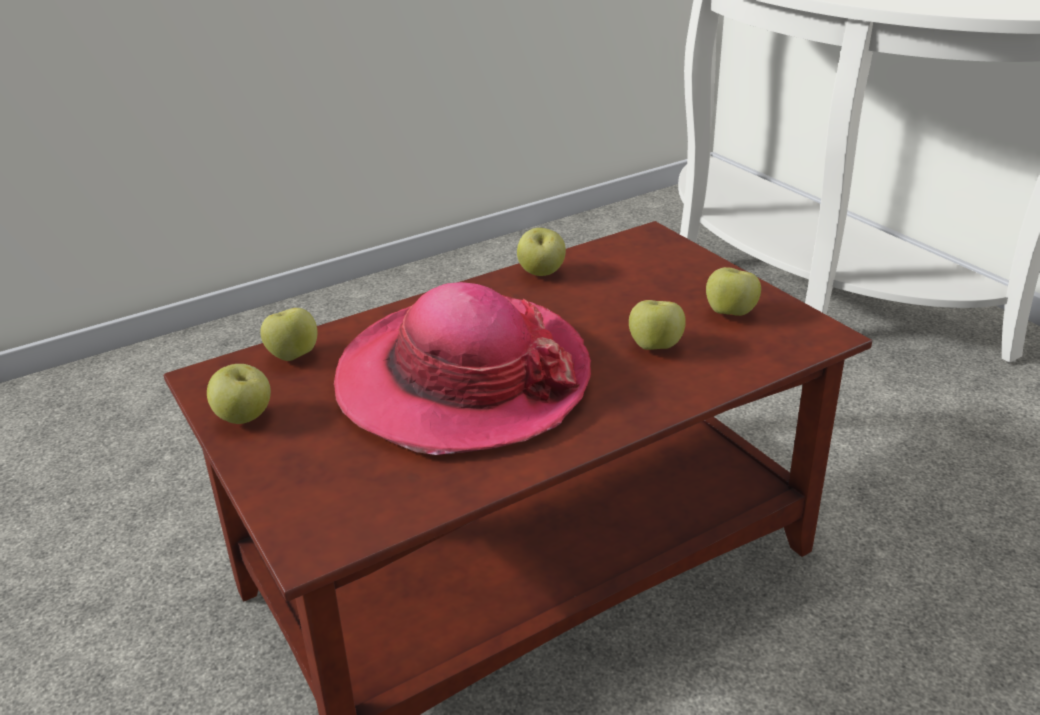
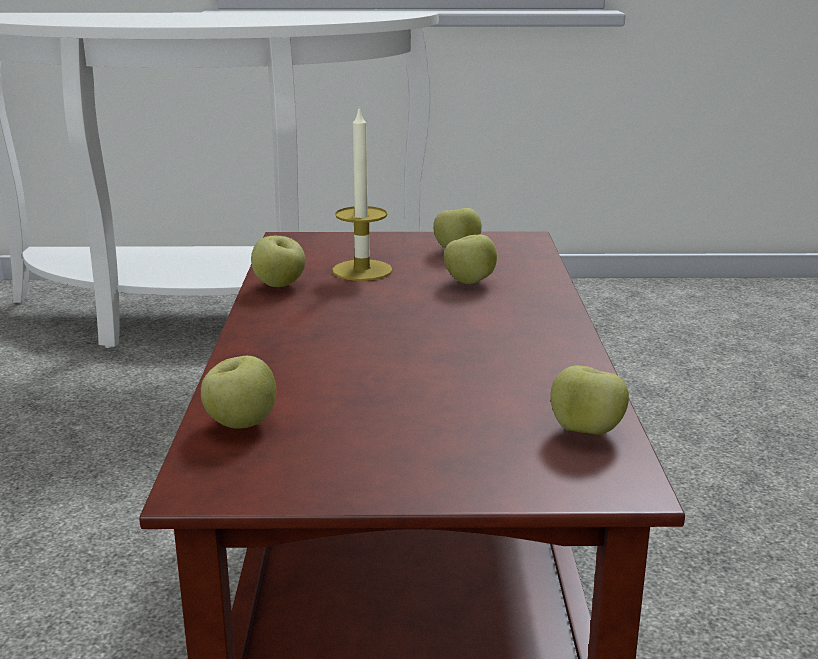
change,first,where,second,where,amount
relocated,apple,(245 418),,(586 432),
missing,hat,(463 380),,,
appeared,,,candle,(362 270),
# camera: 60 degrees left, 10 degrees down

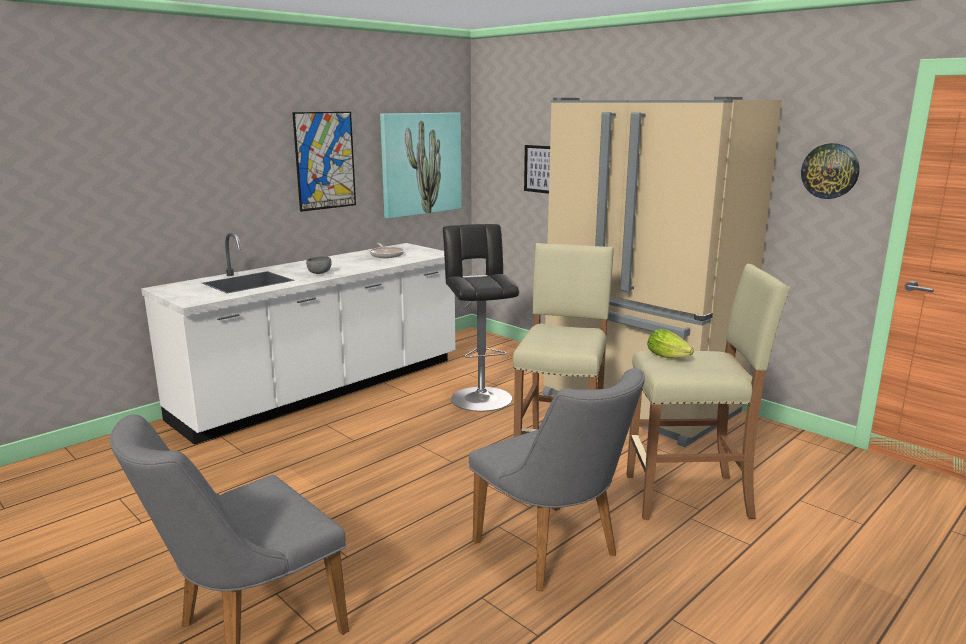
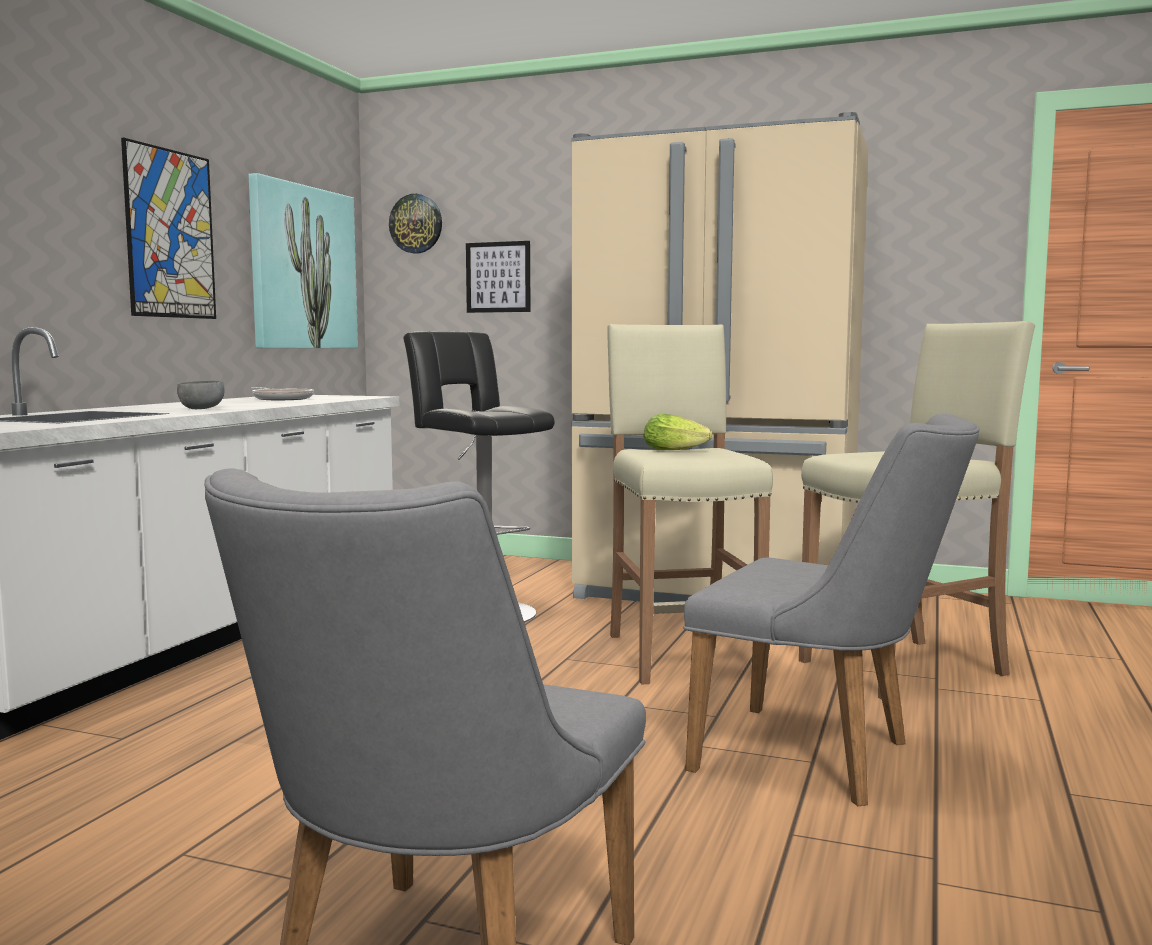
change,first,where,second,where,amount
relocated,lettuce,(670 357),,(678 450),
relocated,wall clock,(830 171),,(416 224),
# camera: 25 degrees left, 10 degrees down

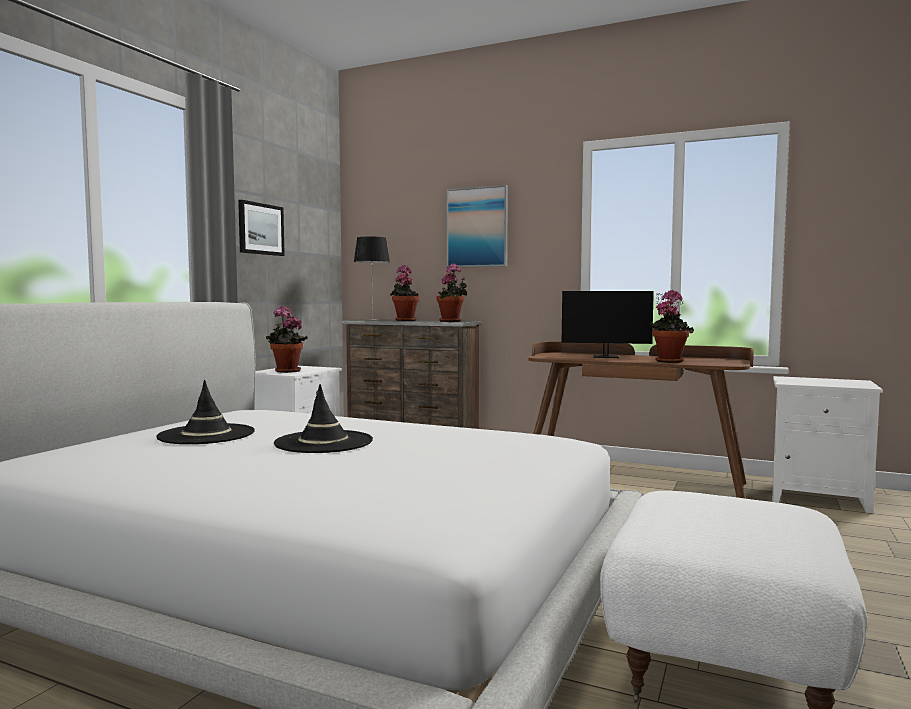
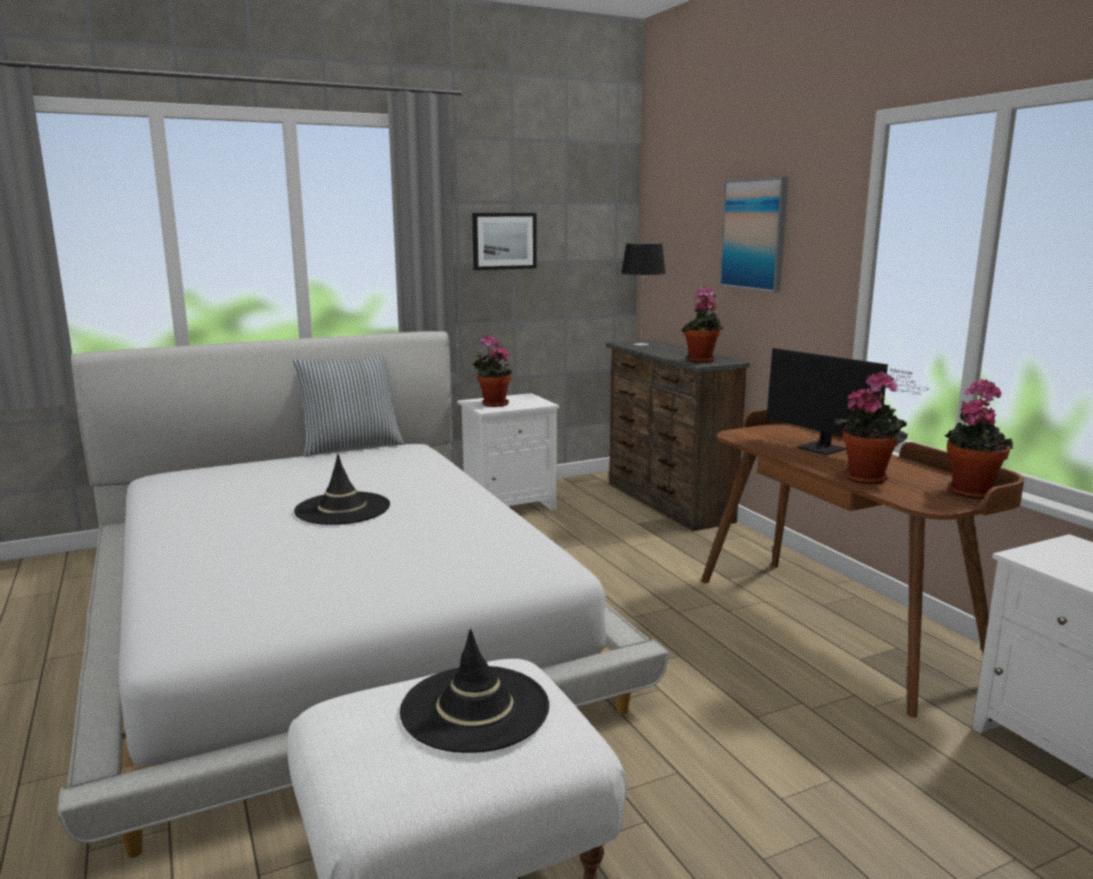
change,first,where,second,where,amount
relocated,hat/black,(206 435),,(475 709),
relocated,potted plant,(404 320),,(969 491),
appeared,,,pillow,(351 447),
# camera: 40 degrees right, 10 degrees up

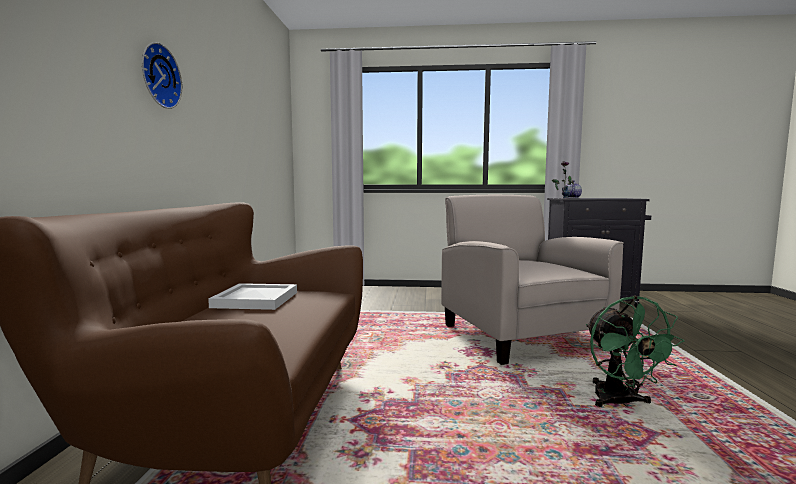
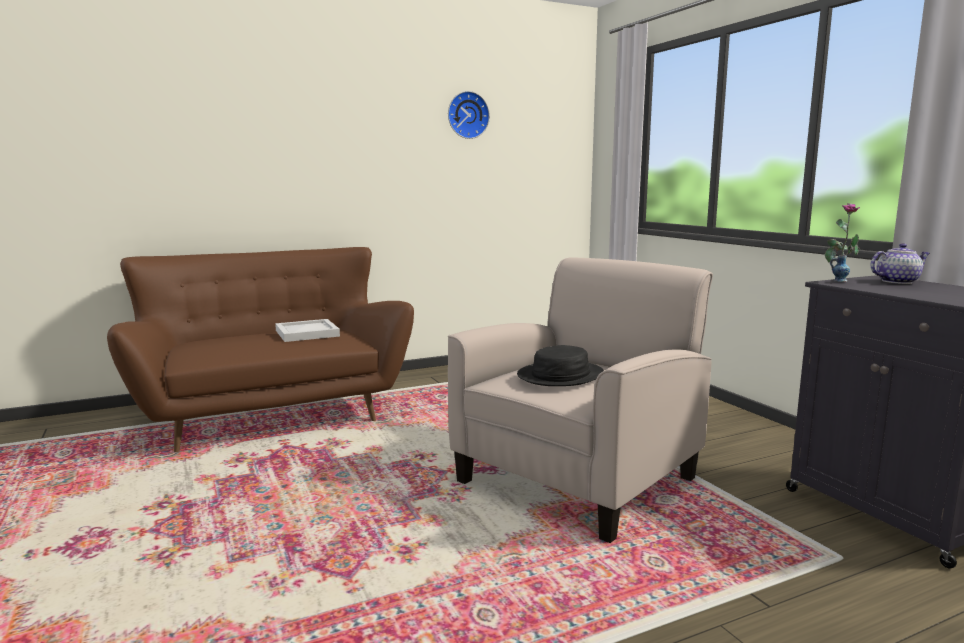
change,first,where,second,where,amount
relocated,wall clock,(158 76),,(467 115),
missing,fan/green,(620 403),,,
appeared,,,hat/black,(561 375),
# camera: 60 degrees right, 5 degrees up

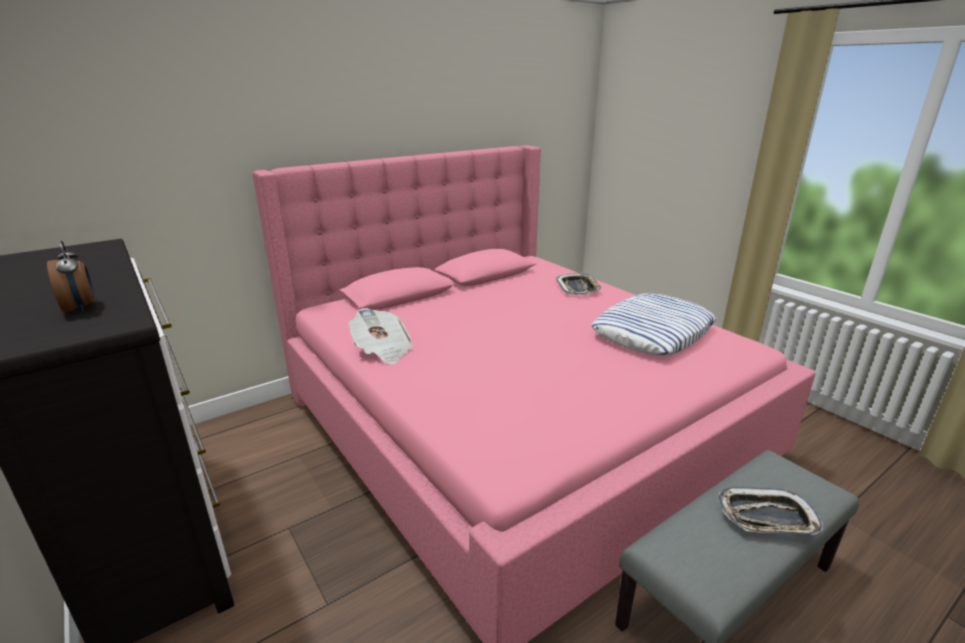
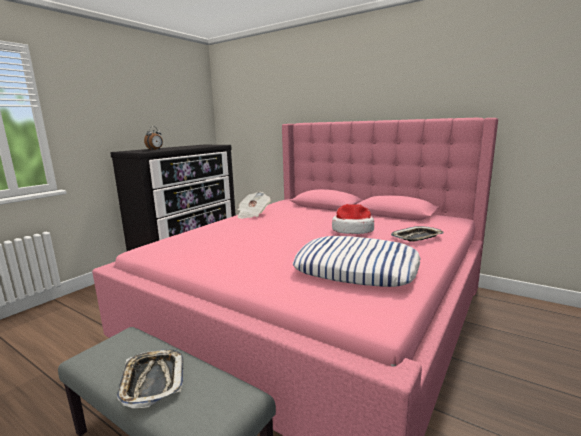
change,first,where,second,where,amount
appeared,,,hat,(352 230),
# camera: 70 degrees right, 10 degrees down

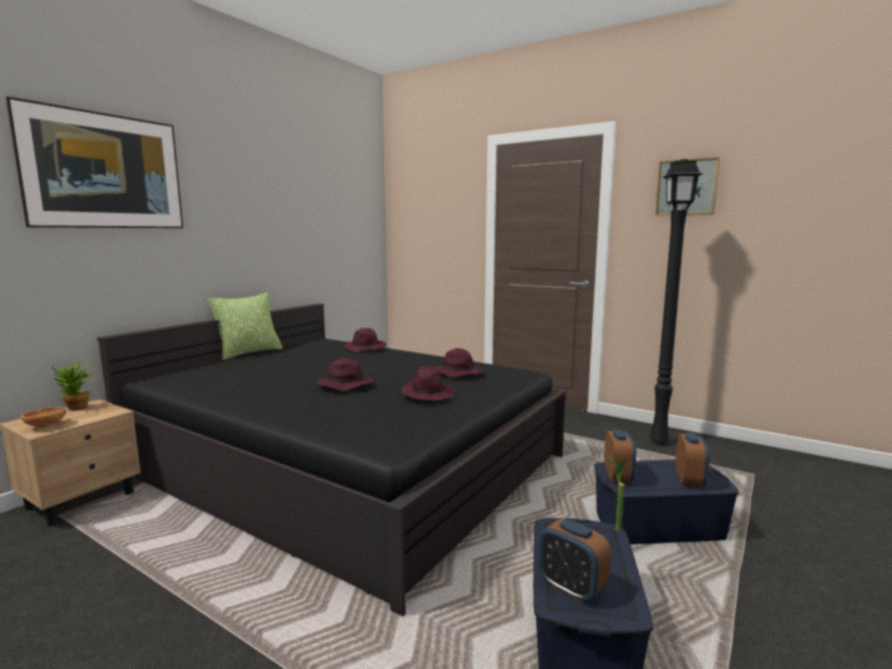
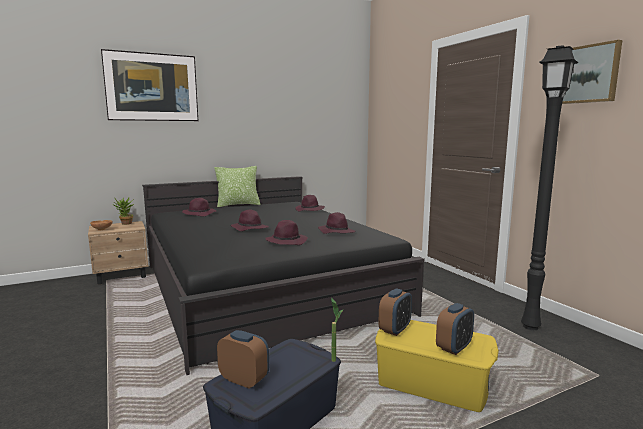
change,first,where,second,where,amount
spun,alarm clock,(571 588),,(244 380),135 degrees clockwise
colour,storage box/blue,(657 524),storage box/yellow,(432 382),
appeared,,,hat/purple,(200 213),
# camera: 30 degrees right, 0 degrees up

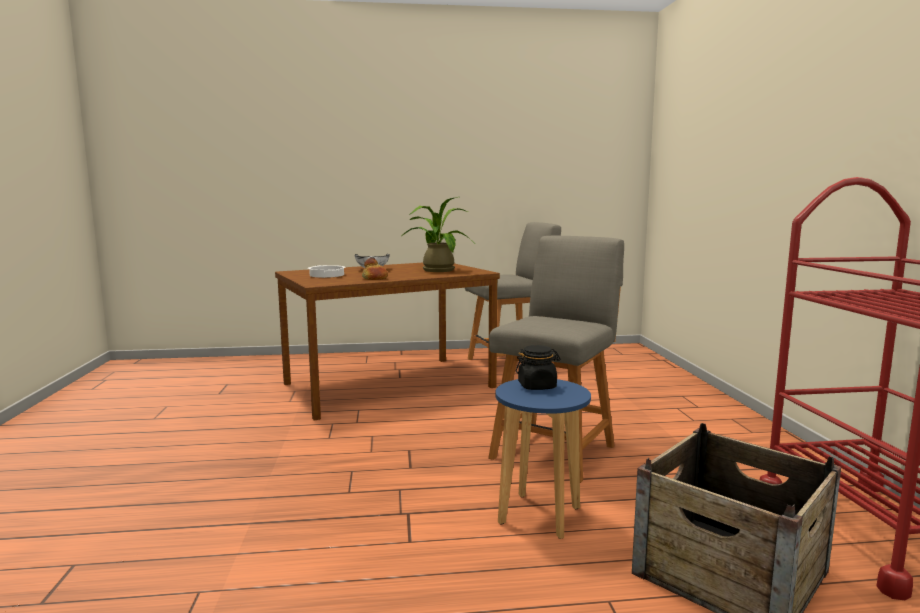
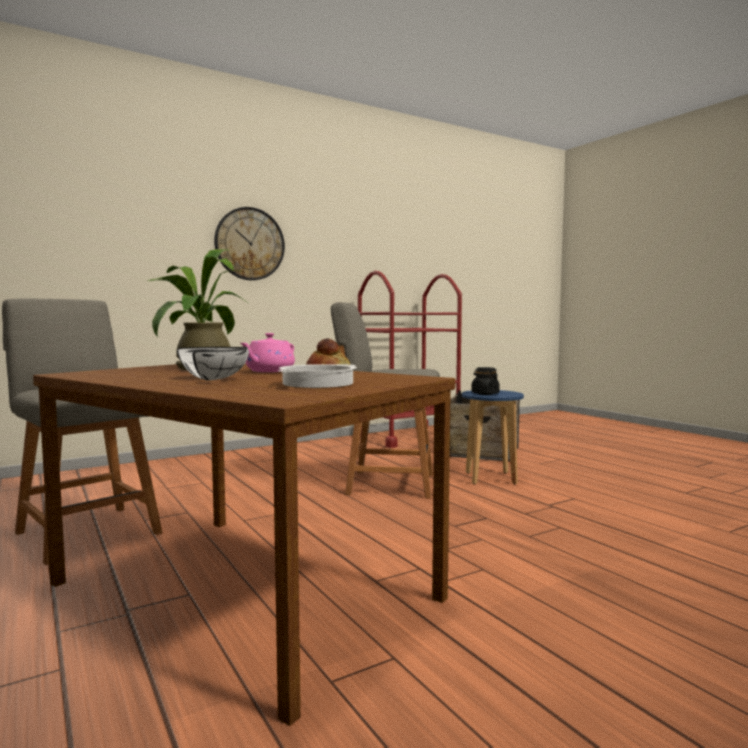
change,first,where,second,where,amount
appeared,,,wall clock,(249 244),
appeared,,,teapot/pink,(269 371),
# camera: 115 degrees left, 5 degrees down

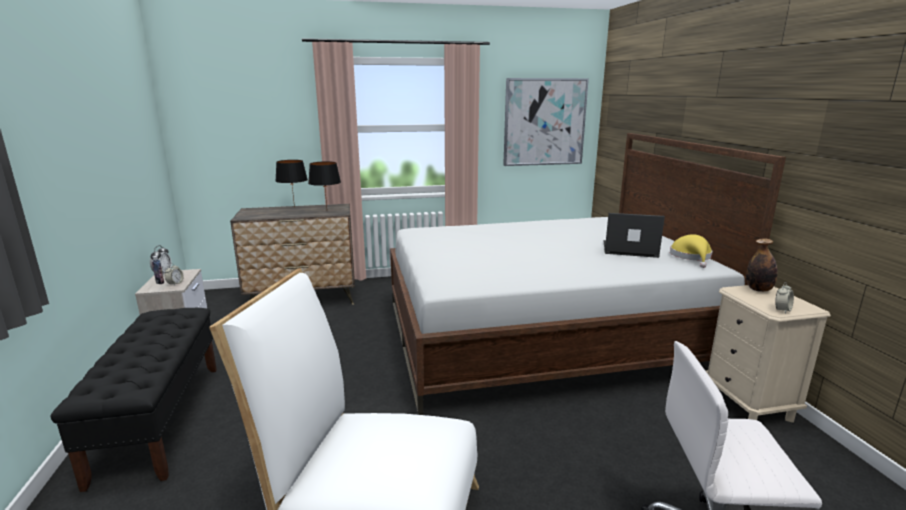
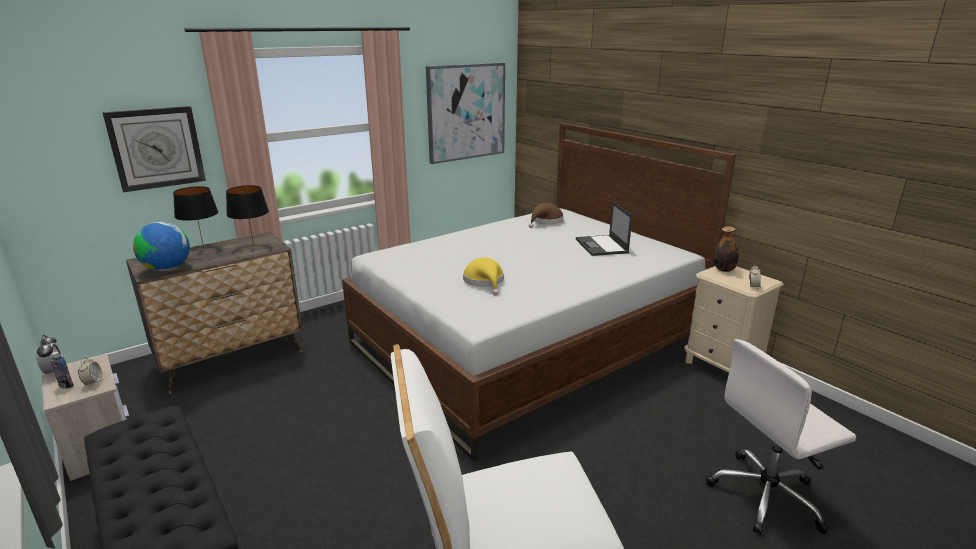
change,first,where,second,where,amount
spun,laptop,(629 249),,(602 246),90 degrees counterclockwise
relocated,hat/yellow,(691 257),,(484 281),
appeared,,,wall clock,(156 148),
appeared,,,globe,(167 269),
appeared,,,hat/brown,(546 221),
# camera: 25 degrees left, 5 degrees up

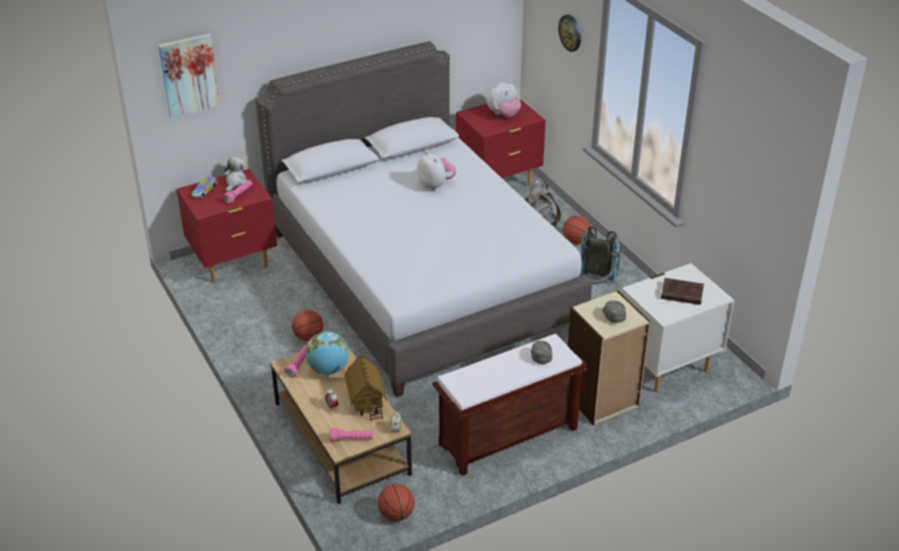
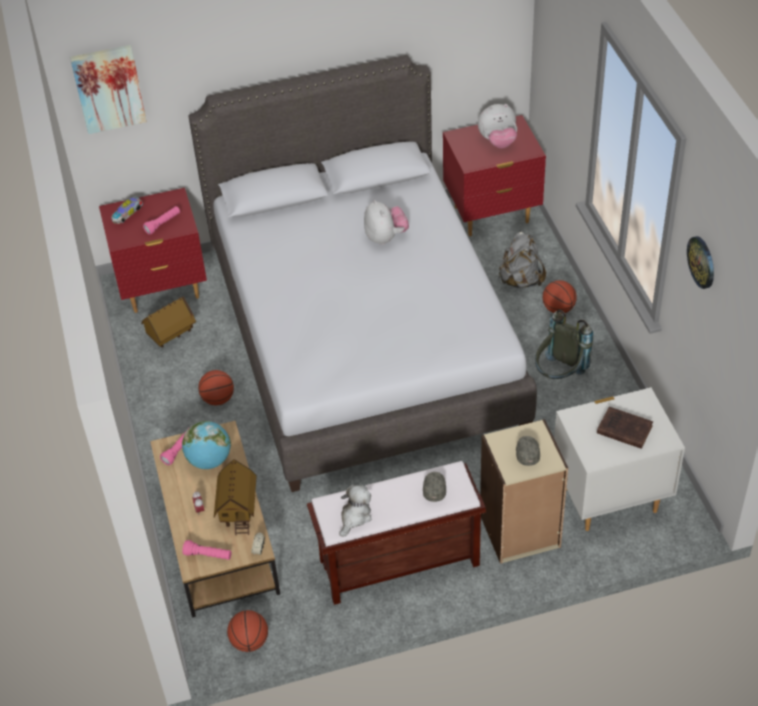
change,first,where,second,where,amount
relocated,plush toy,(235 182),,(355 516),
relocated,wall clock,(570 33),,(702 262),
appeared,,,toy house,(171 335),
# camera: 15 degrees right, 10 degrees up

